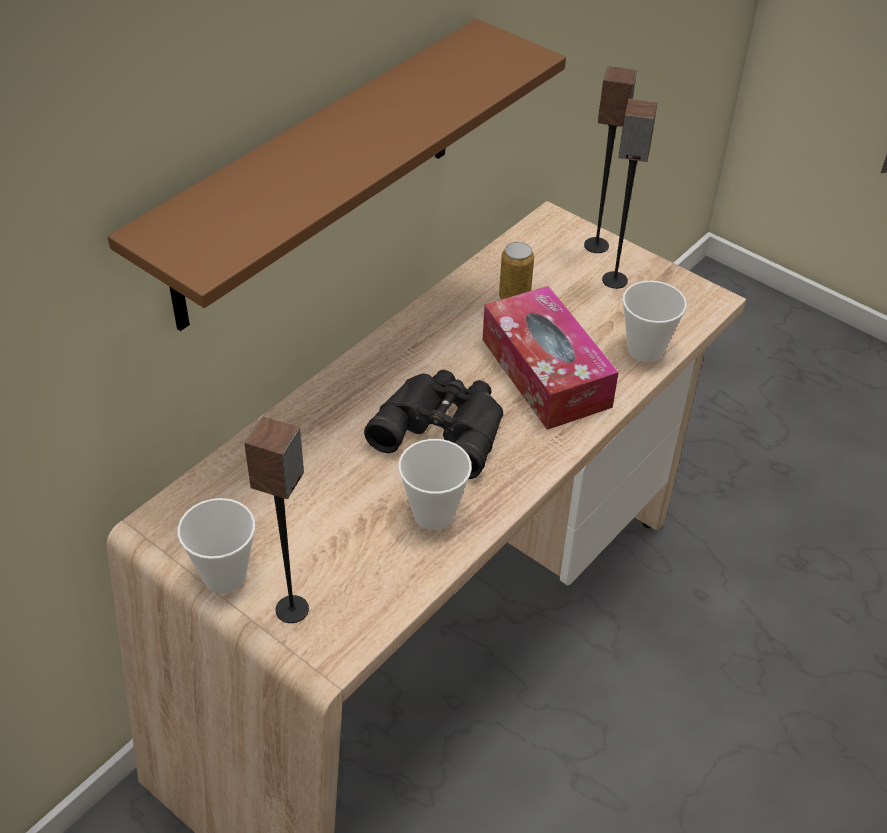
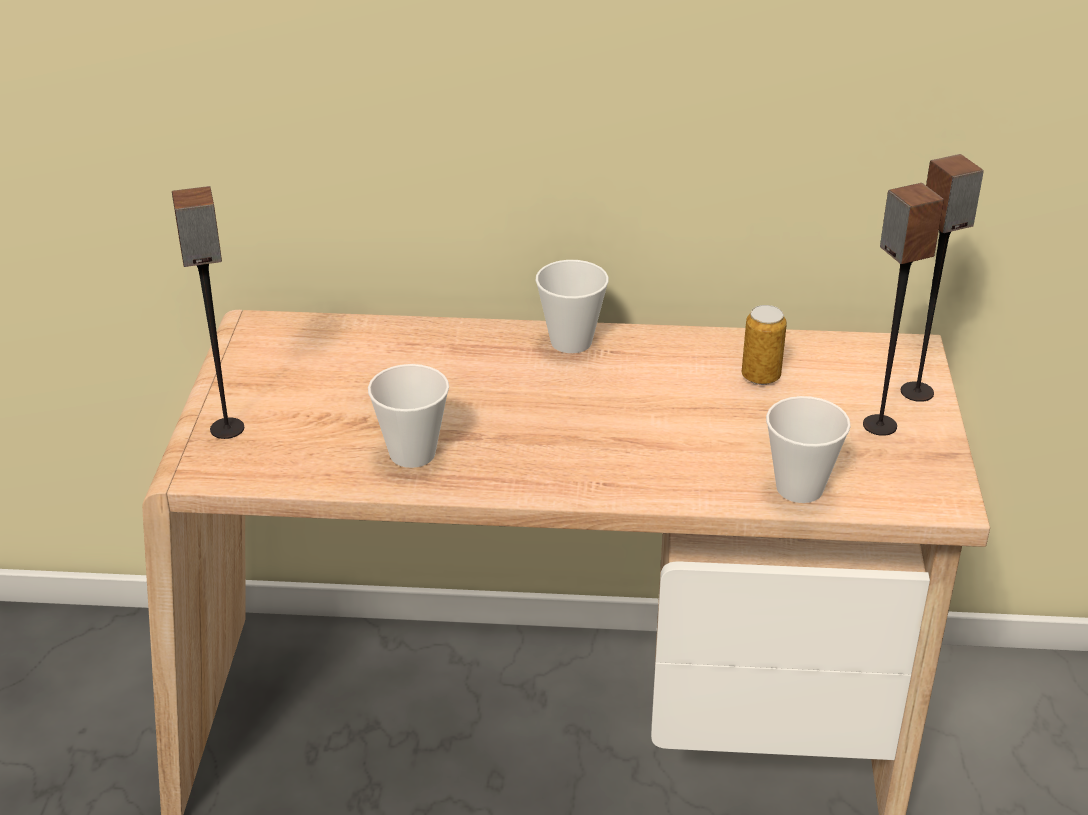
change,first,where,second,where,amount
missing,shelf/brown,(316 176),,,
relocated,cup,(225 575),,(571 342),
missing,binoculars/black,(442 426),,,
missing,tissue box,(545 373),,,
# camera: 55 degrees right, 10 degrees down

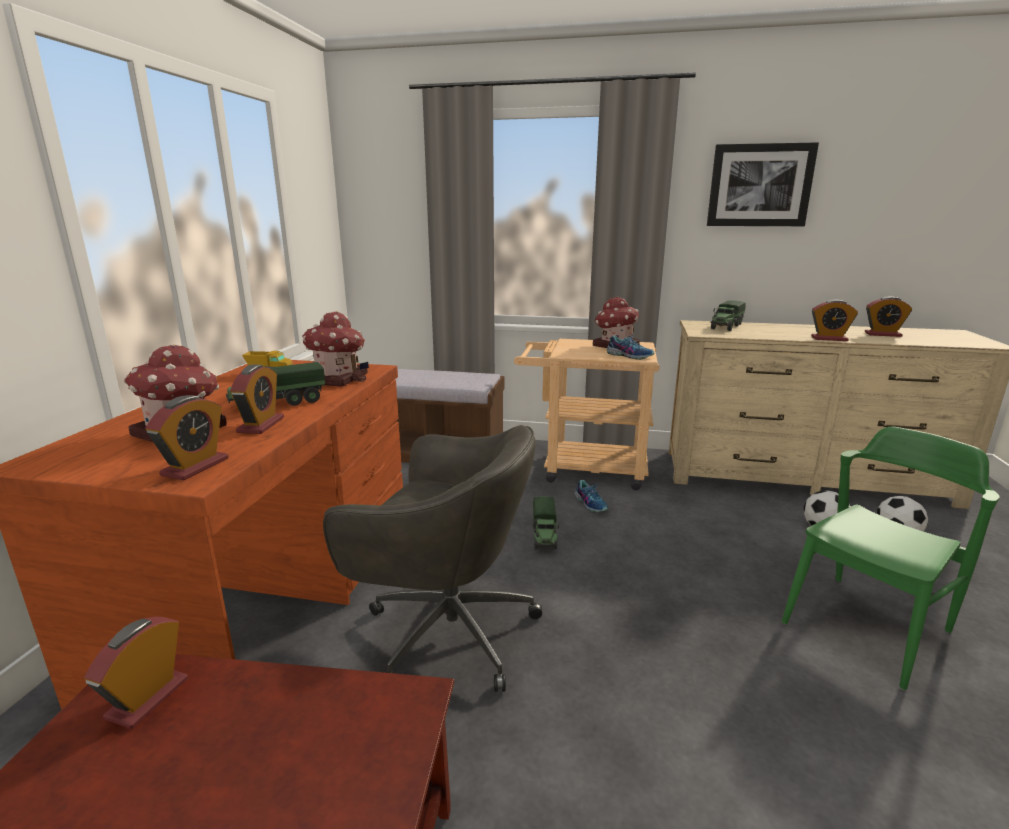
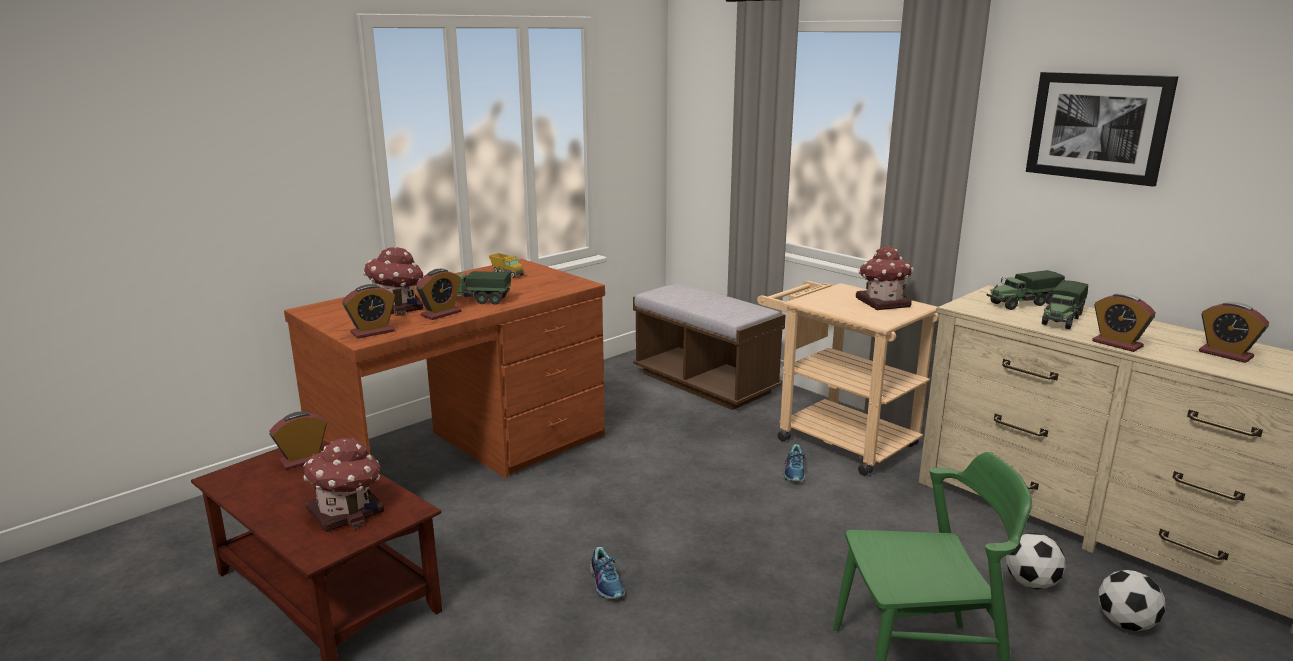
change,first,where,second,where,amount
relocated,toy house,(337 378),,(347 511),
missing,office chair/grey,(446 630),,,
relocated,toy truck,(544 535),,(1061 319),
relocated,shoe,(629 355),,(607 583),
# camera: 35 degrees right, 0 degrees up

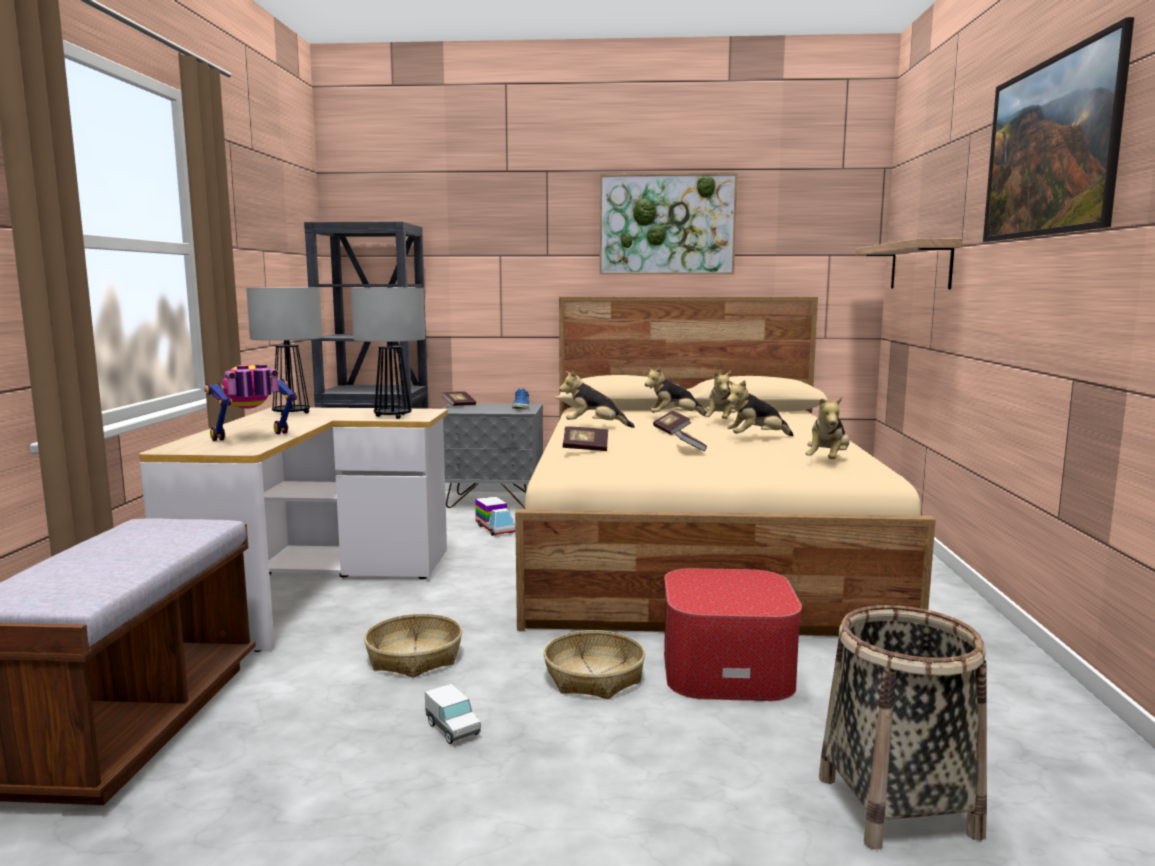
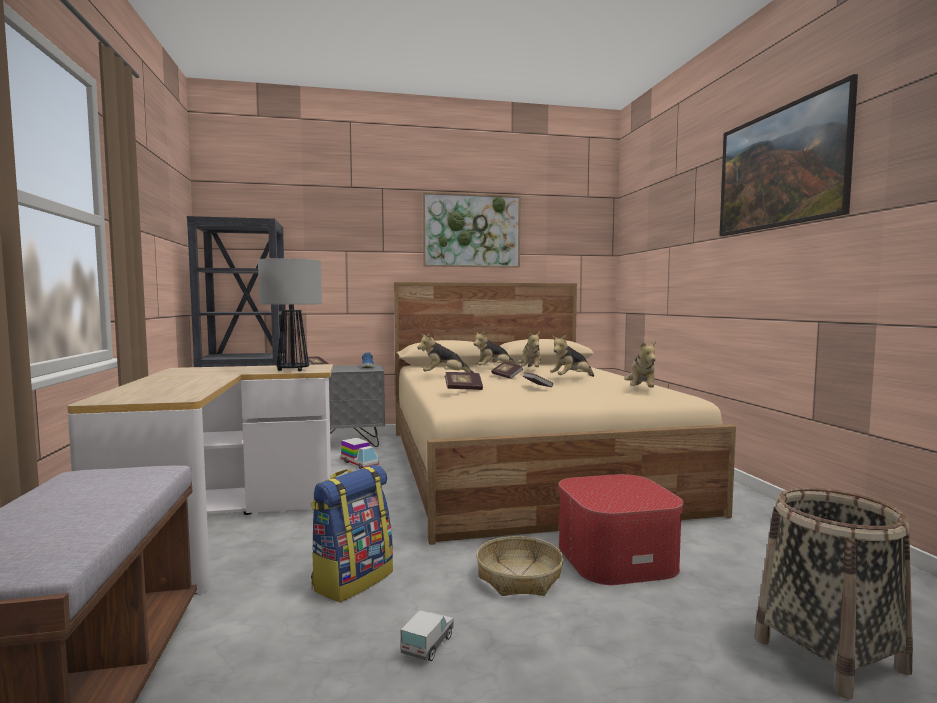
change,first,where,second,where,amount
missing,toy robot,(252 438),,,
missing,table lamp,(291 414),,,
exchanged,basket,(414 657),backpack,(352 580),
spun,toy truck,(452 729),,(428 646),105 degrees counterclockwise
missing,shelf,(920 266),,,
# camera: 15 degrees left, 5 degrees down

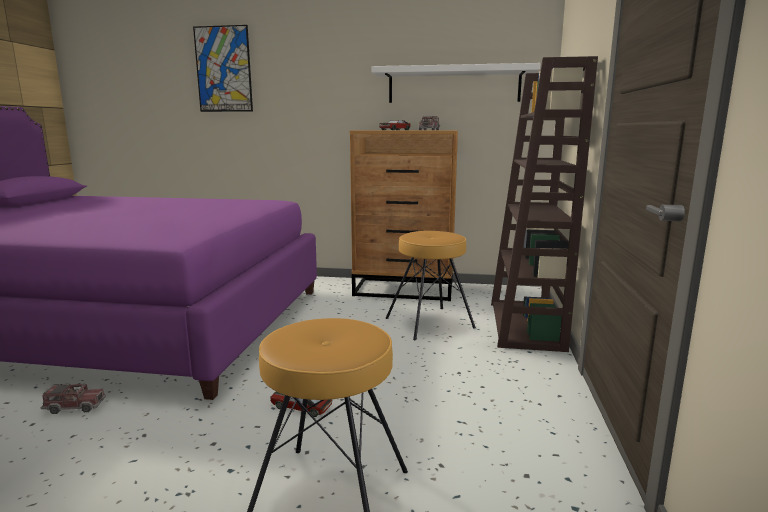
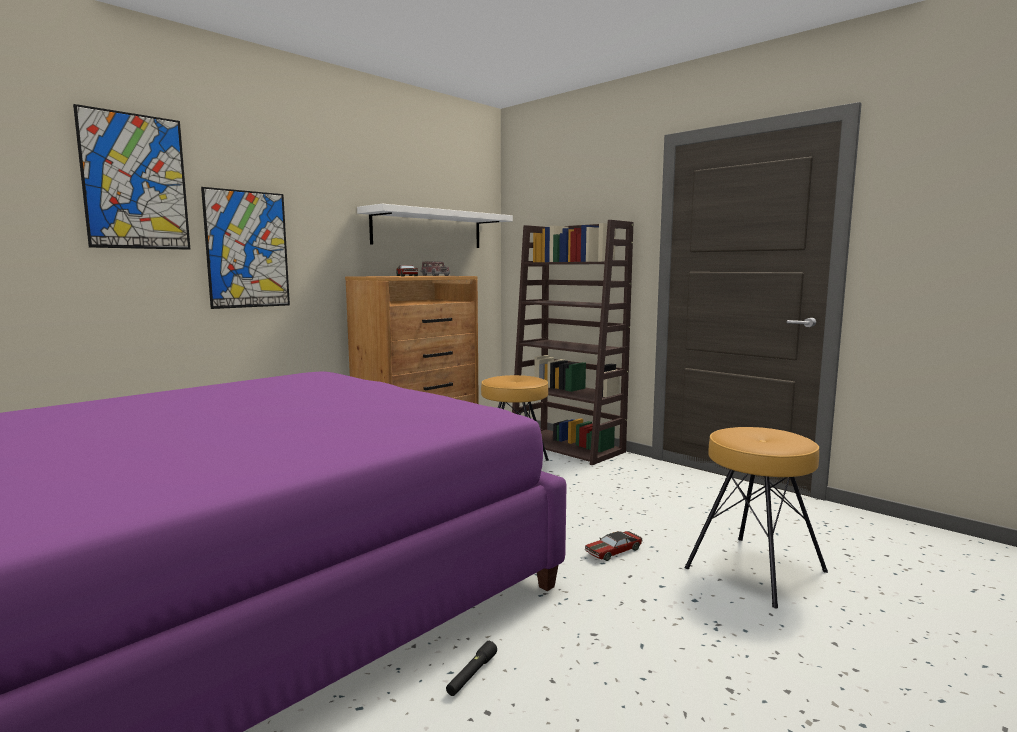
change,first,where,second,where,amount
exchanged,toy truck,(75 406),flashlight/black,(471 675),
appeared,,,picture,(247 249),
# camera: 55 degrees left, 5 degrees down

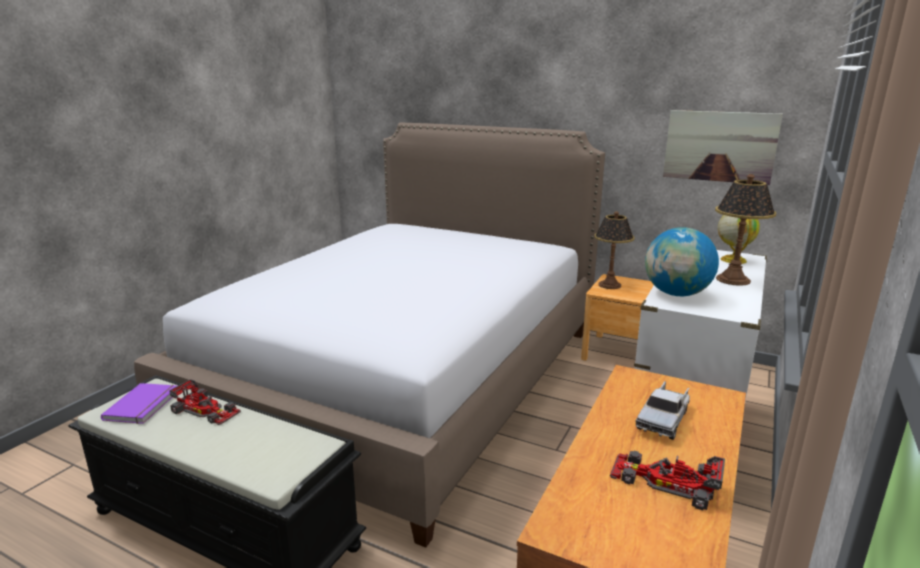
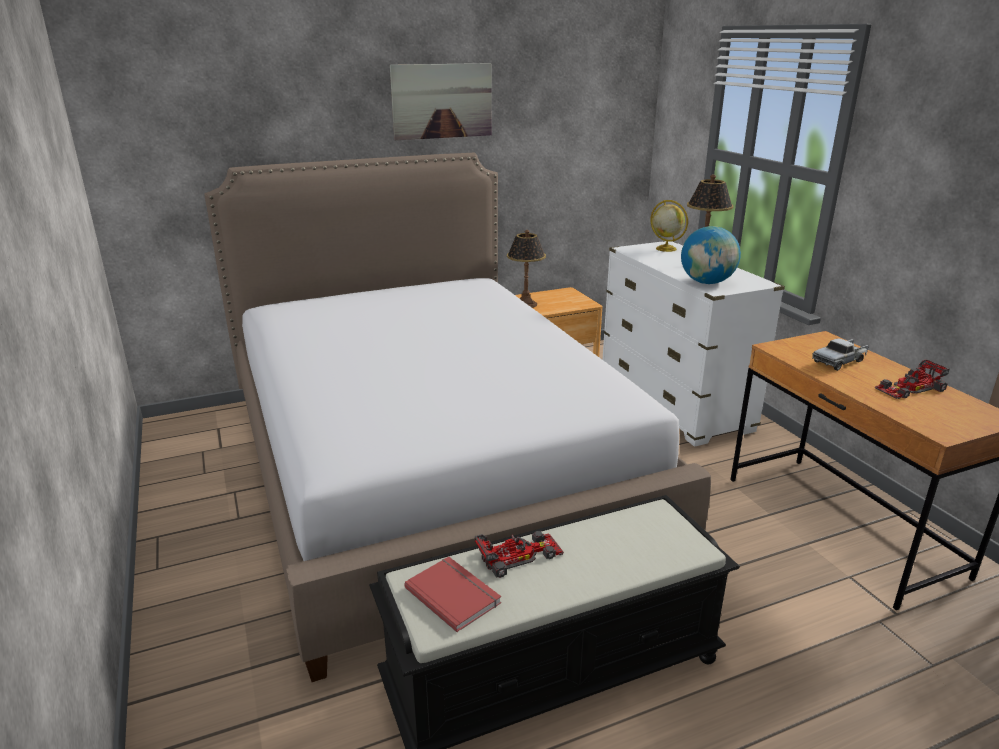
change,first,where,second,where,amount
colour,book/purple,(144 405),book/red,(454 594),
spun,toy truck,(663 419),,(839 361),75 degrees clockwise
relocated,picture,(719 146),,(442 101),
# camera: 50 degrees left, 5 degrees up

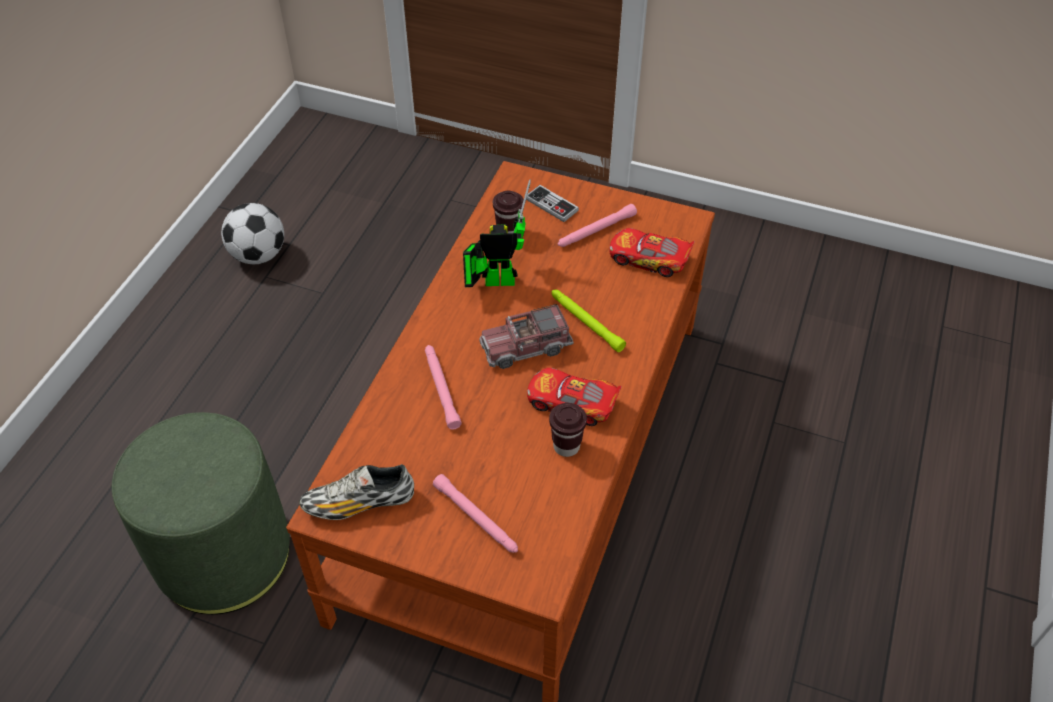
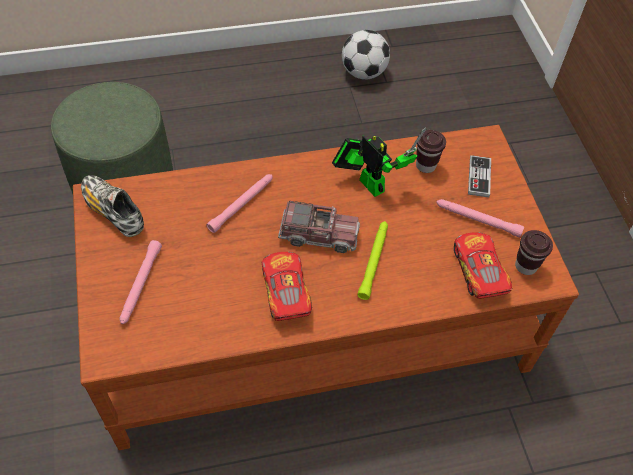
change,first,where,second,where,amount
spun,toy truck,(525 347),,(319 234),150 degrees clockwise
relocated,cup/brown,(566 446),,(526 266),
# camera: 55 degrees right, 5 degrees up

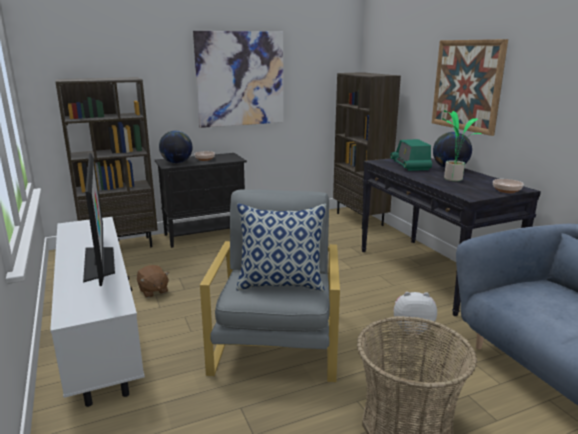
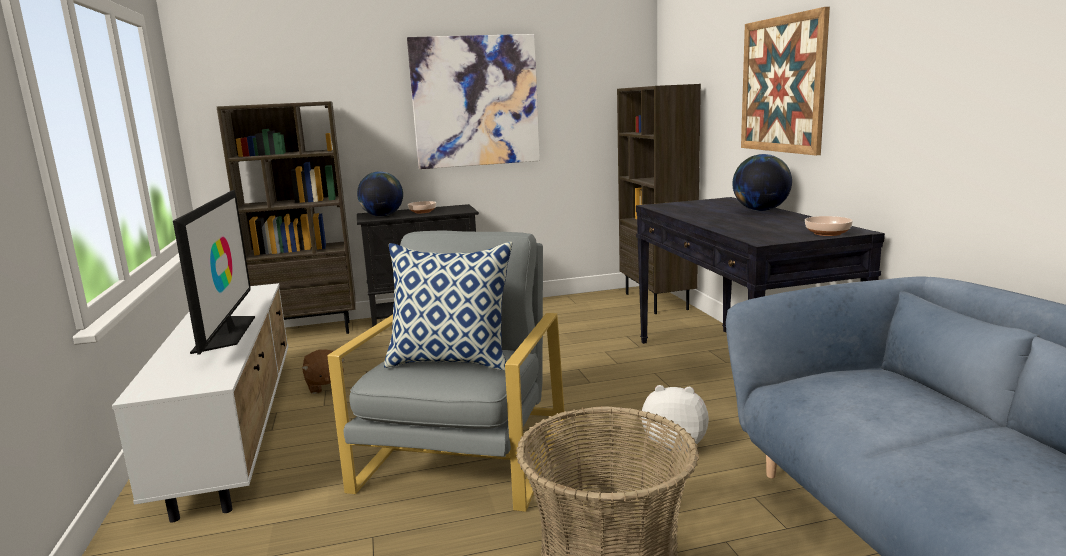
change,first,where,second,where,amount
missing,radio,(410 165),,,
missing,potted plant,(453 179),,,
# camera: 10 degrees right, 5 degrees down

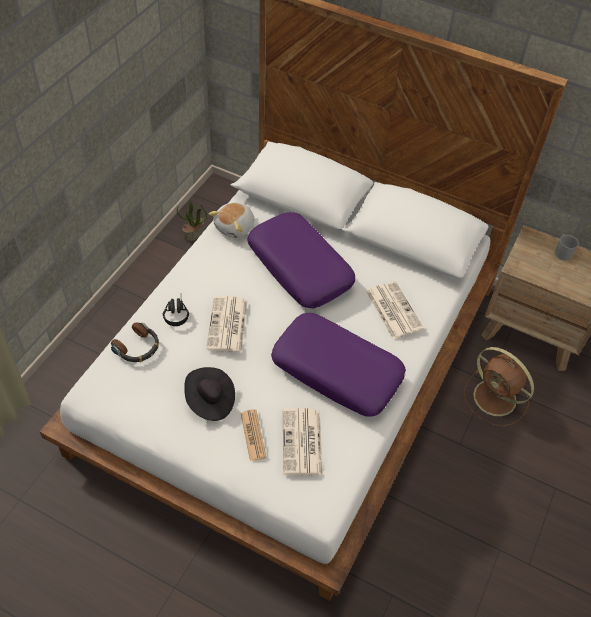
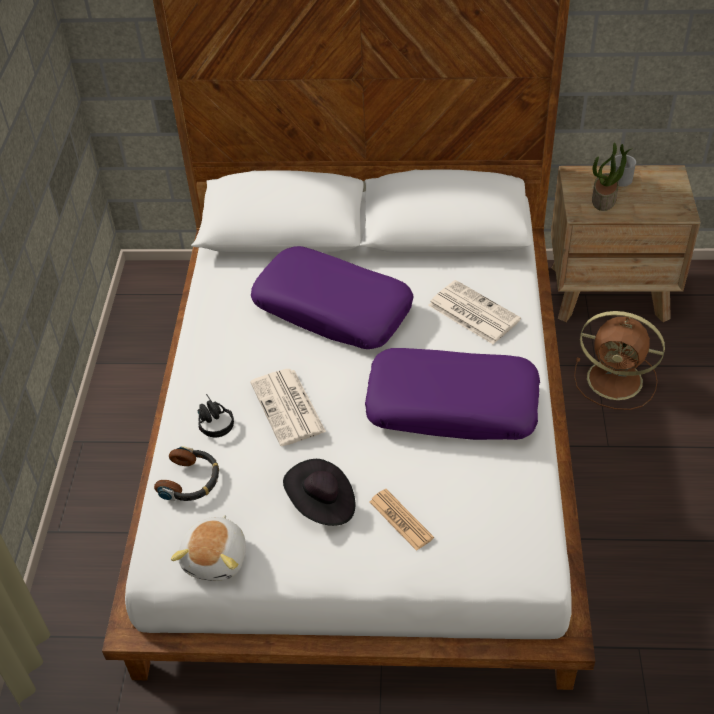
change,first,where,second,where,amount
relocated,potted plant,(194 234),,(604 199),
relocated,plush toy,(235 227),,(217 558),
missing,newspaper,(302 443),,,
# camera: 20 degrees left, 5 degrees down

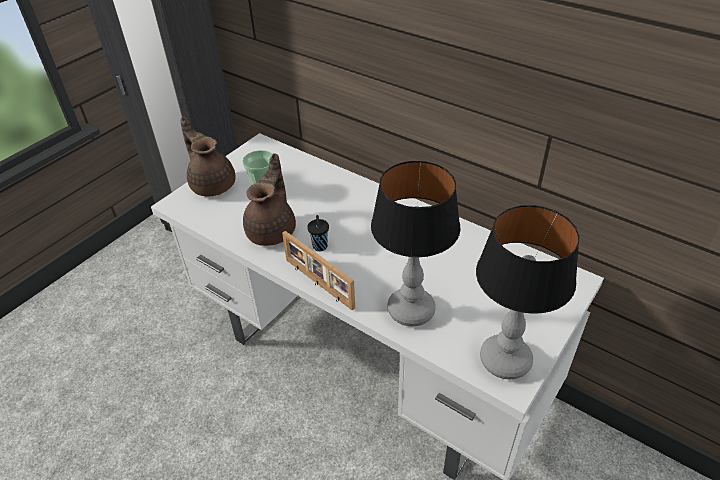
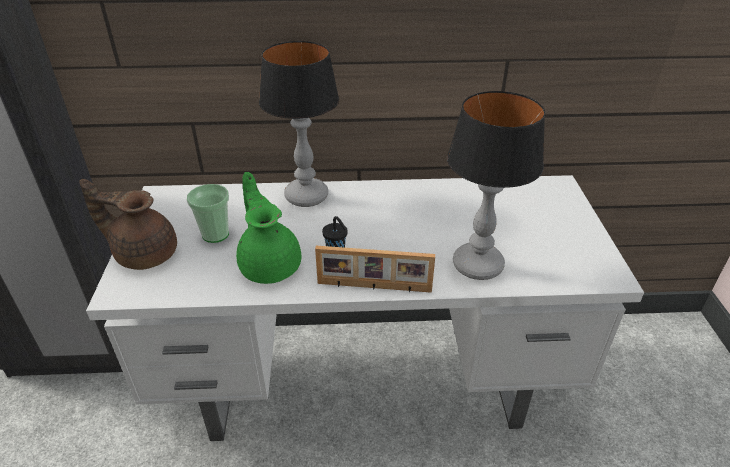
change,first,where,second,where,amount
colour,teapot/brown,(273 230),teapot/green,(270 264),
relocated,table lamp,(504 360),,(306 197),
# camera: 40 degrees left, 5 degrees down

